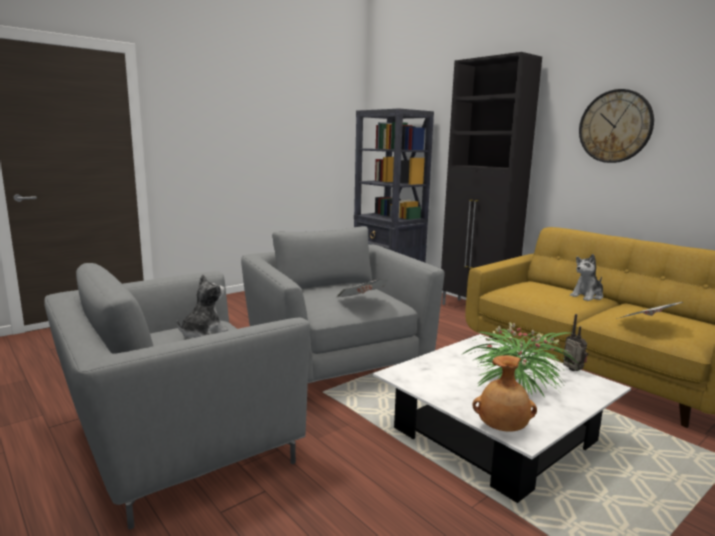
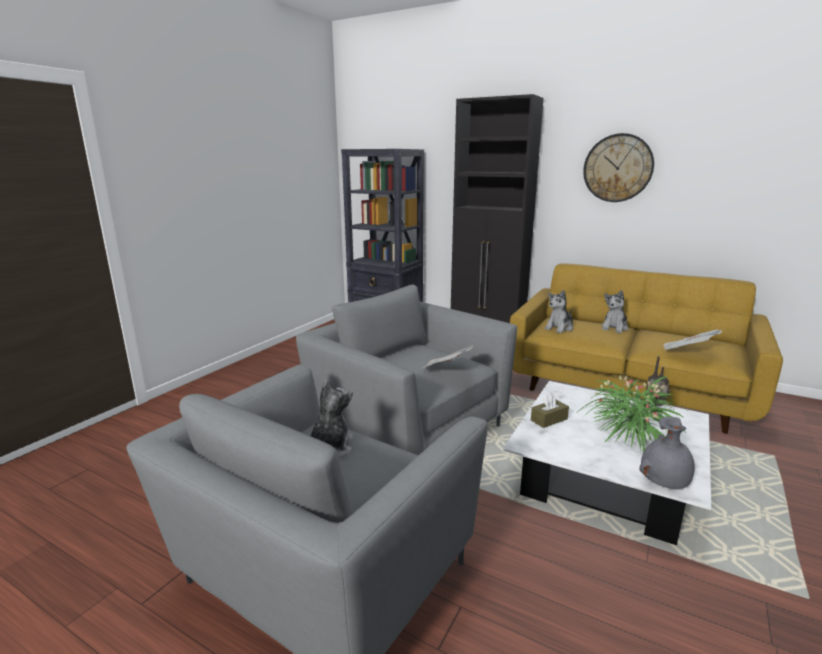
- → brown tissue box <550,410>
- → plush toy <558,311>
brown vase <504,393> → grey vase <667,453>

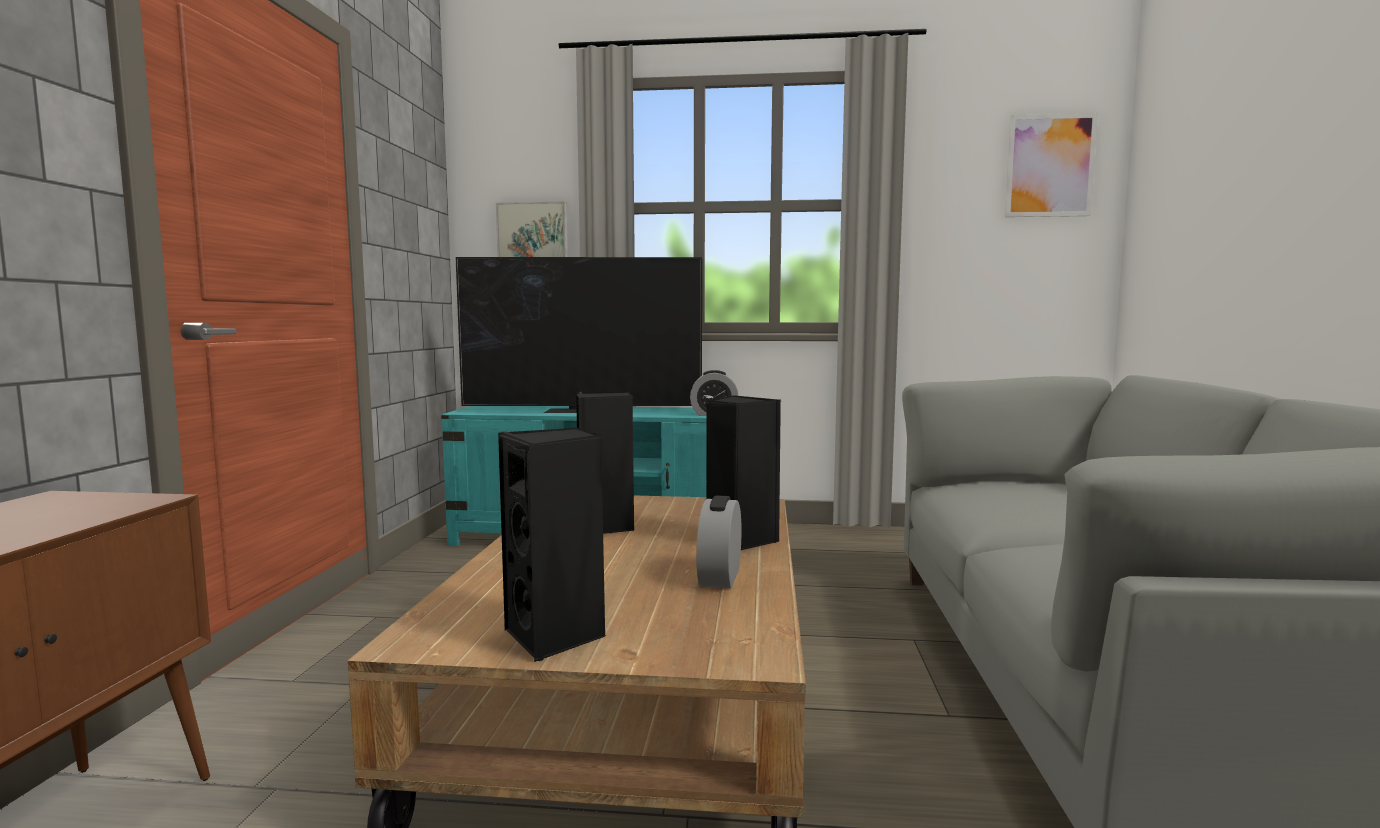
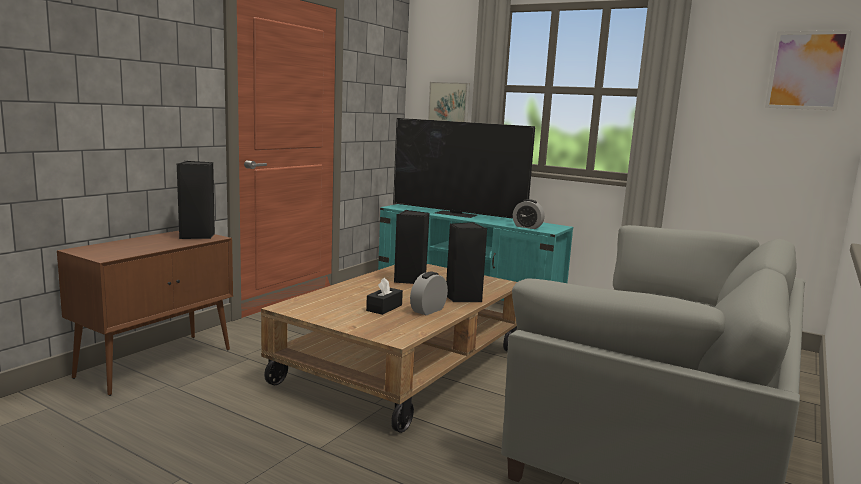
- → black tissue box <384,296>
black speaker <552,545> → black speaker <196,200>, relocated

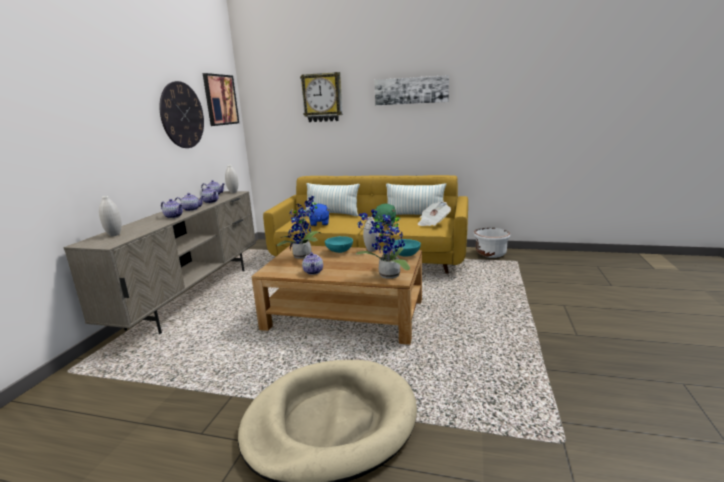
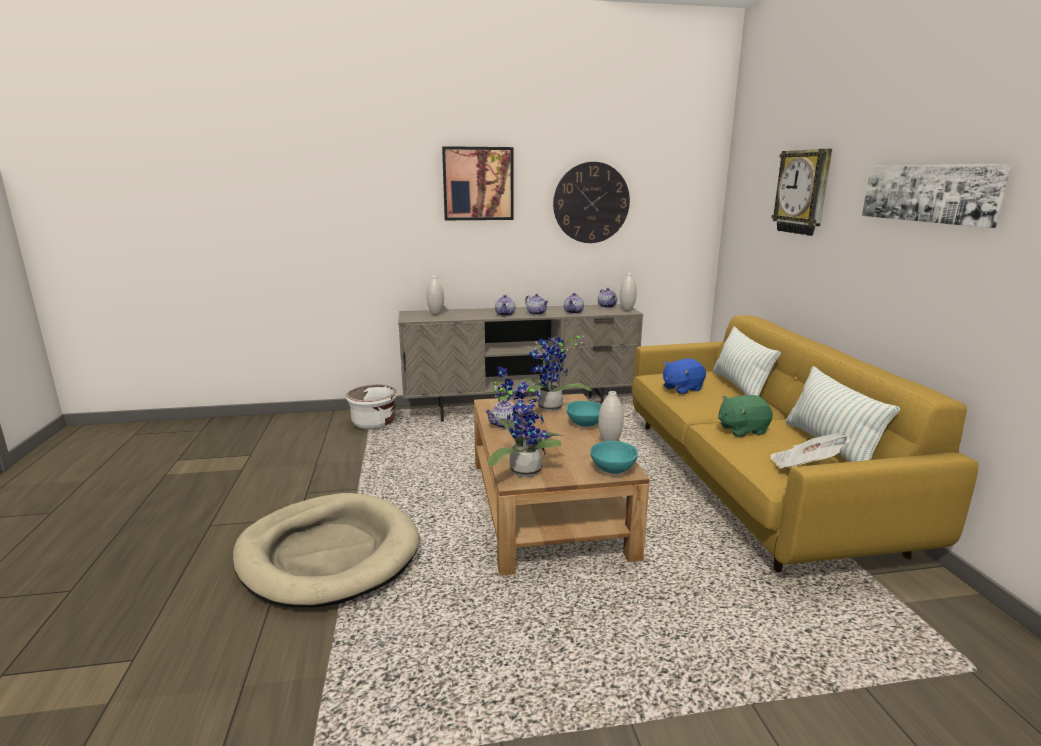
picture <221,99> → picture <477,183>, relocated
white planter <492,243> → white planter <371,407>, relocated

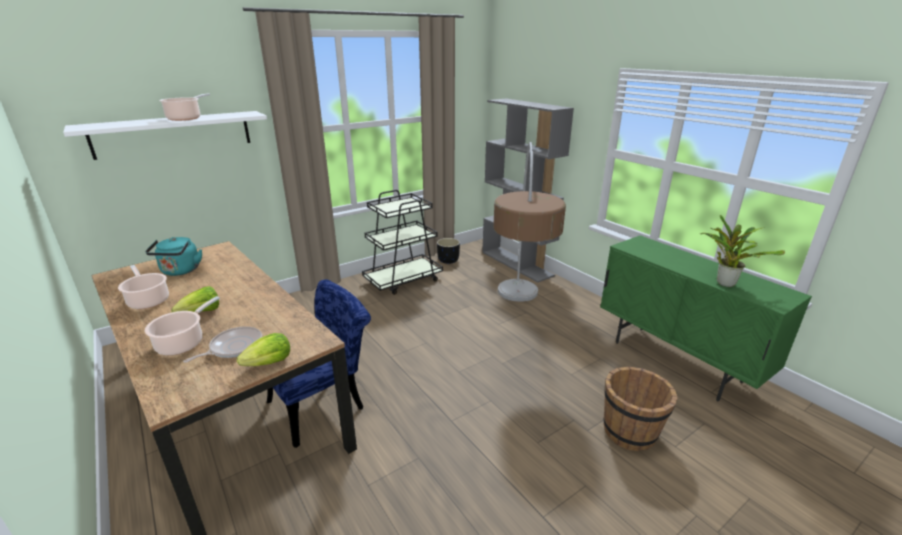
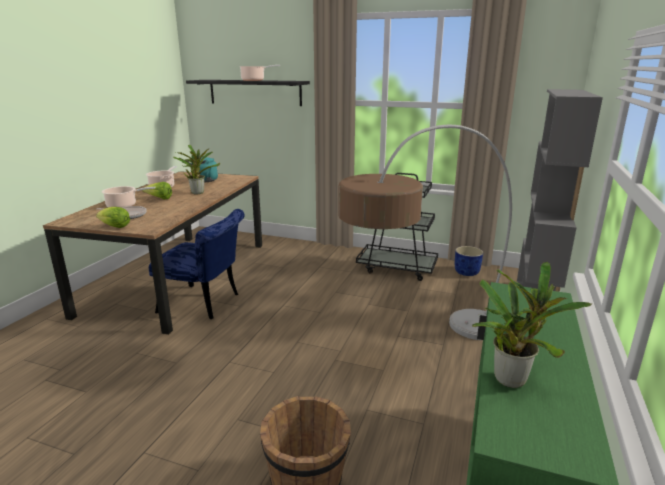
- → potted plant <196,170>
white shelf <165,135> → black shelf <248,93>
black planter <448,251> → blue planter <469,261>

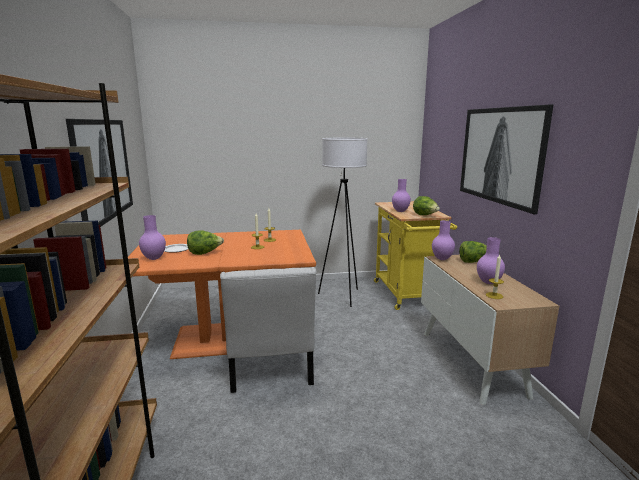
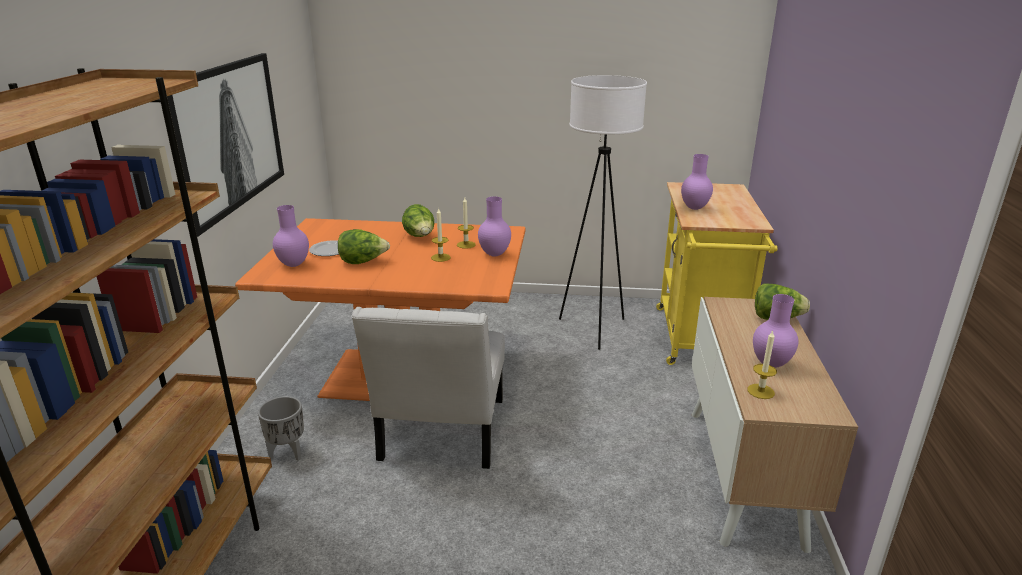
picture <507,159> → -
- → grey planter <281,428>
lettuce <426,205> → lettuce <418,220>, relocated
purple vase <443,240> → purple vase <494,226>, relocated

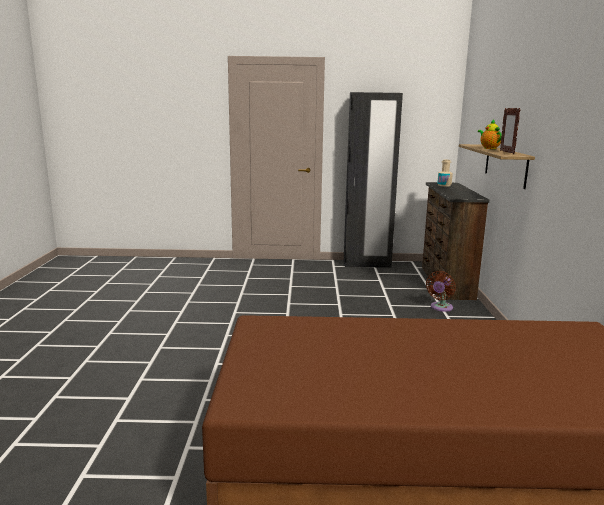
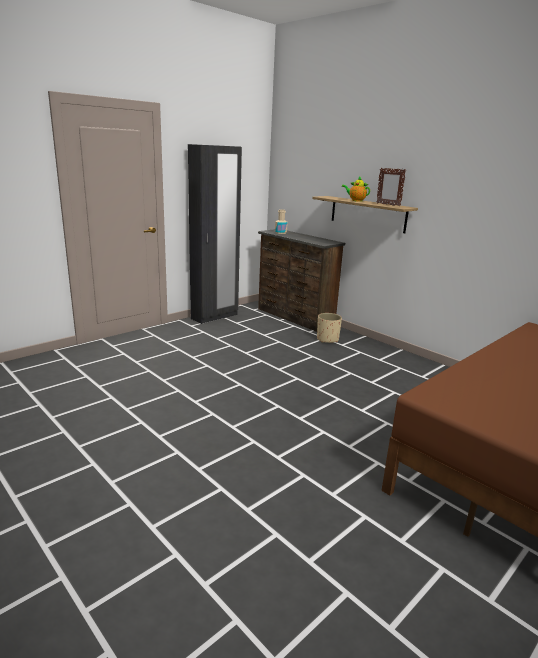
brown fan <441,291> → beige planter <329,328>

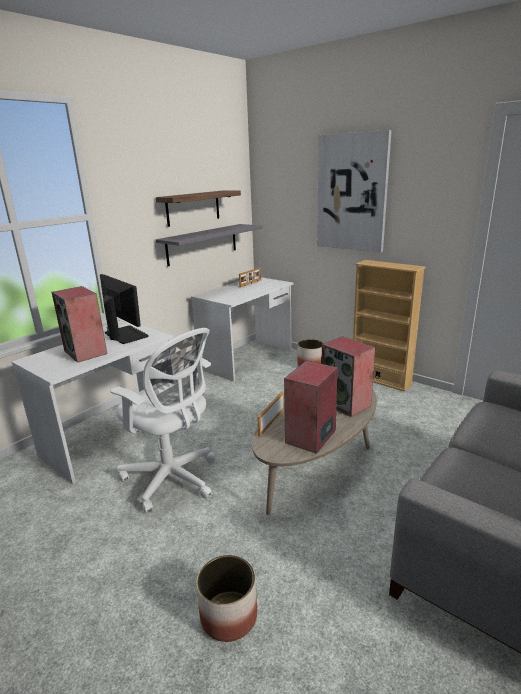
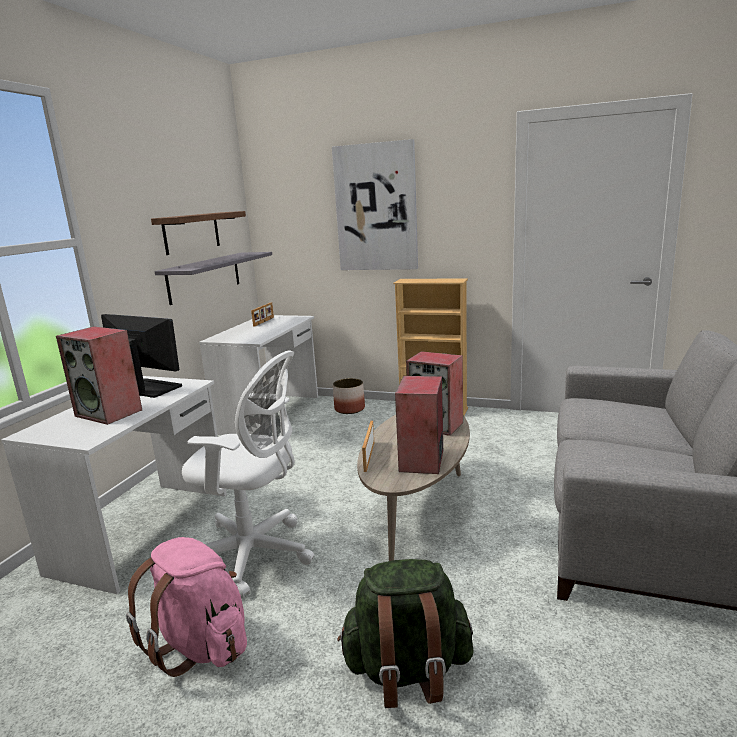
- → pink backpack <186,607>
planter <226,598> → green backpack <405,633>

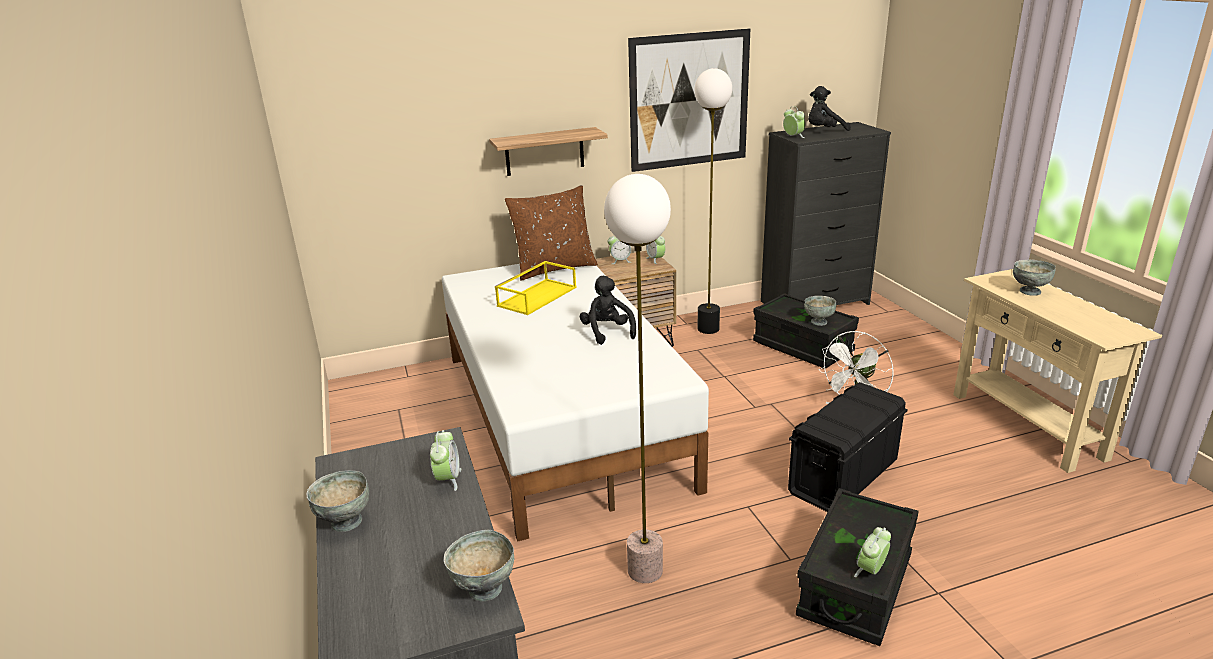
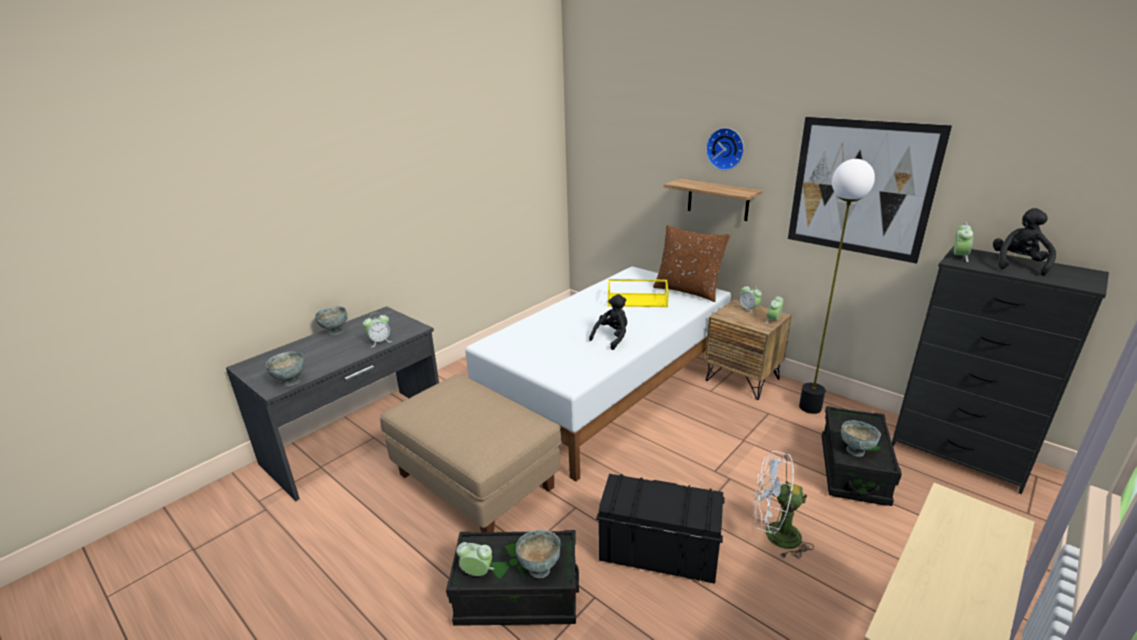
- → wall clock <725,149>
grey bowl <1034,278> → grey bowl <538,554>, relocated
floor lamp <637,378> → beige ottoman <471,453>
black plush toy <829,108> → black plush toy <1024,242>, 75 degrees clockwise

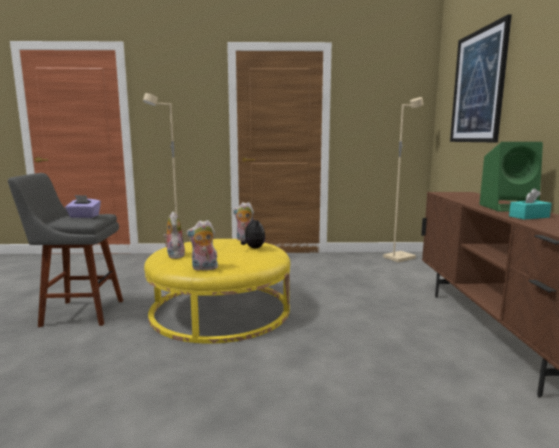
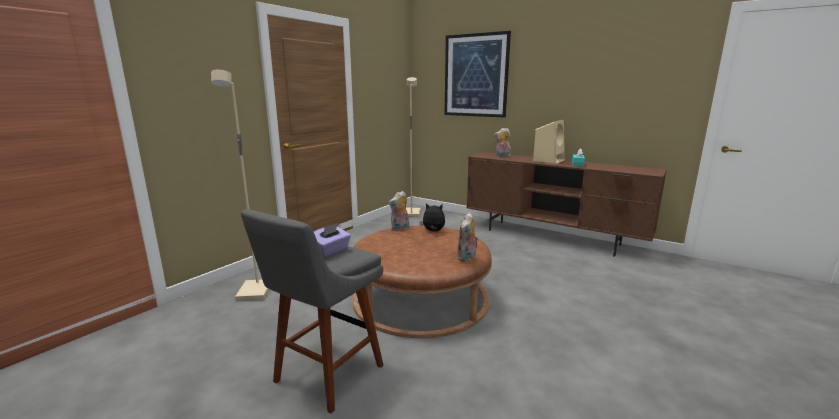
plush toy <174,235> → plush toy <502,142>, relocated
yellow ottoman <217,291> → brown ottoman <422,282>
green speaker <511,176> → beige speaker <549,142>

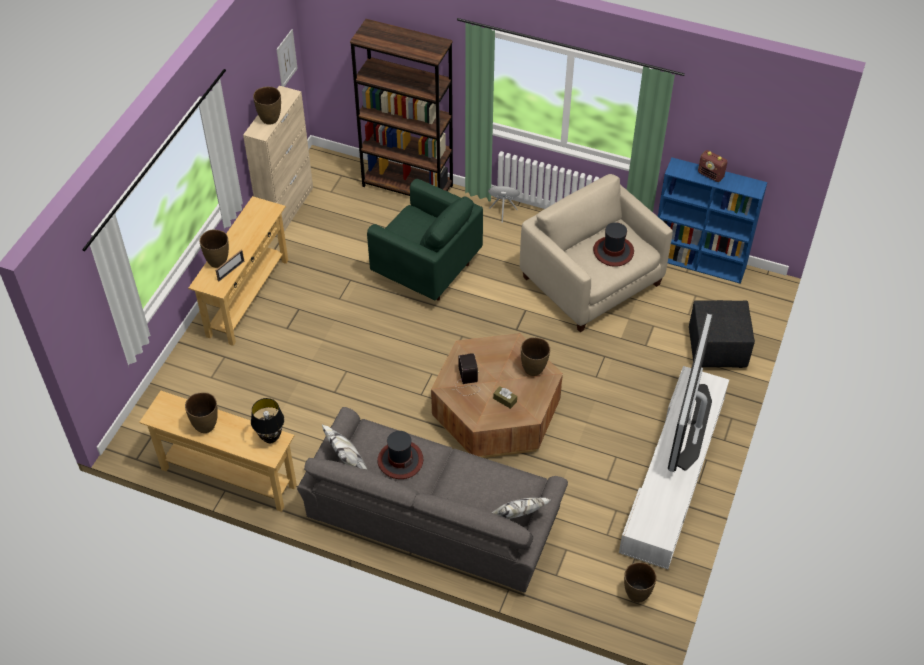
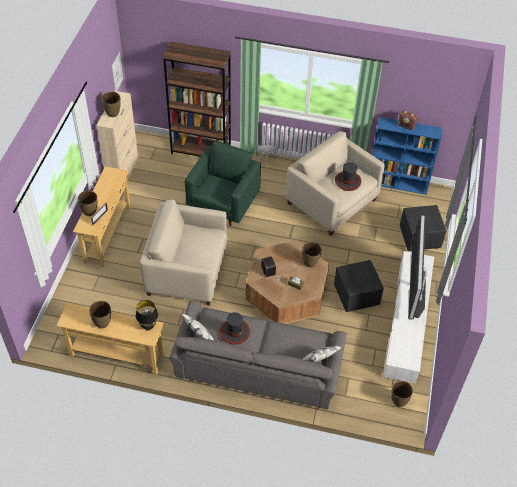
- → beige armchair <183,252>
- → black ottoman <359,286>
green armchair <425,240> → green armchair <223,183>, 90 degrees counterclockwise

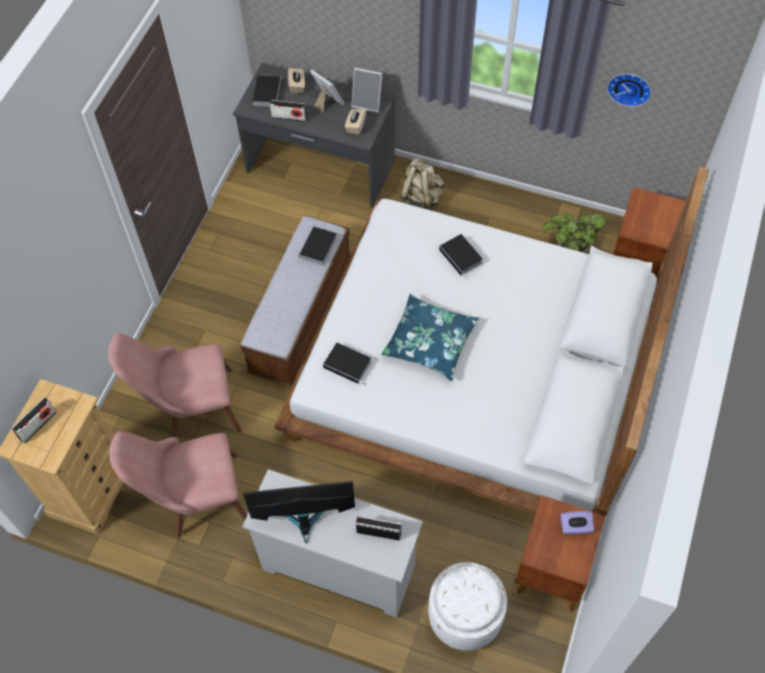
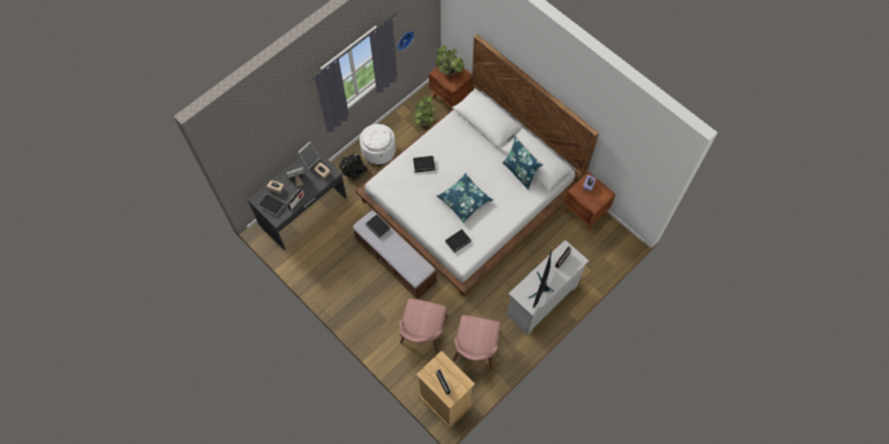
- → potted plant <450,60>
- → blue pillow <522,163>
white ottoman <467,606> → white ottoman <378,145>, relocated
beige backpack <422,184> → black backpack <353,167>

